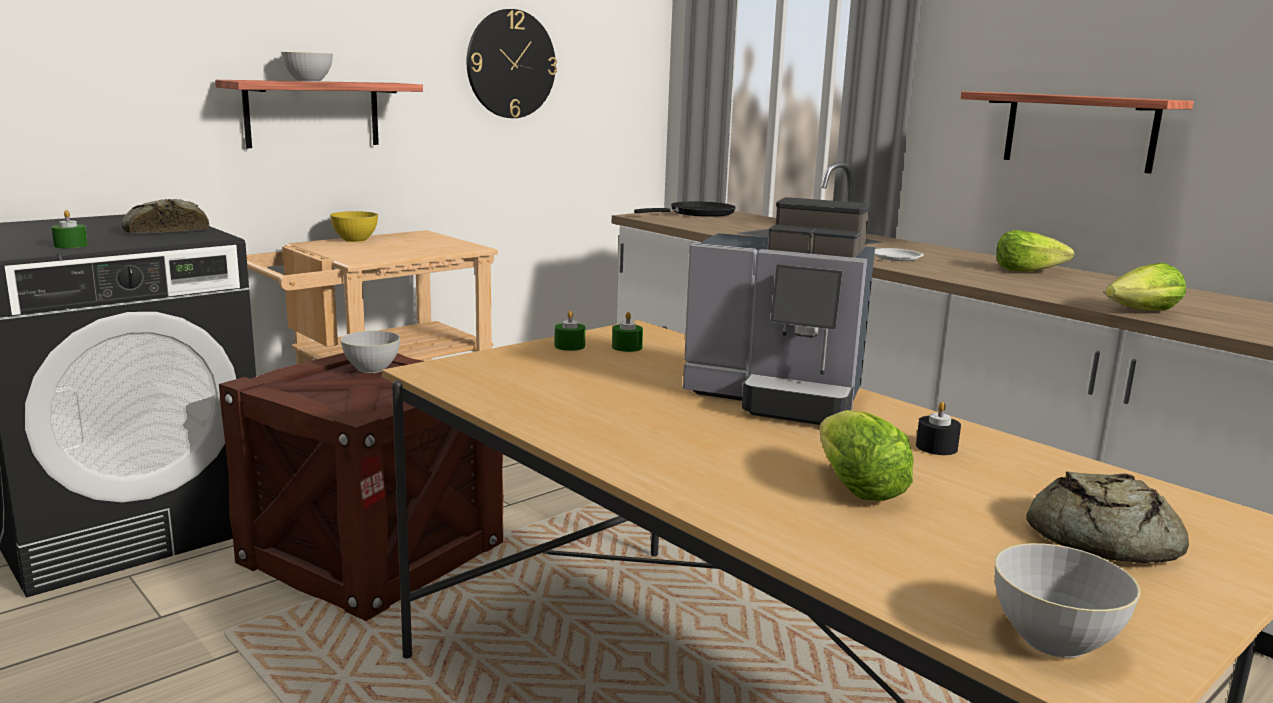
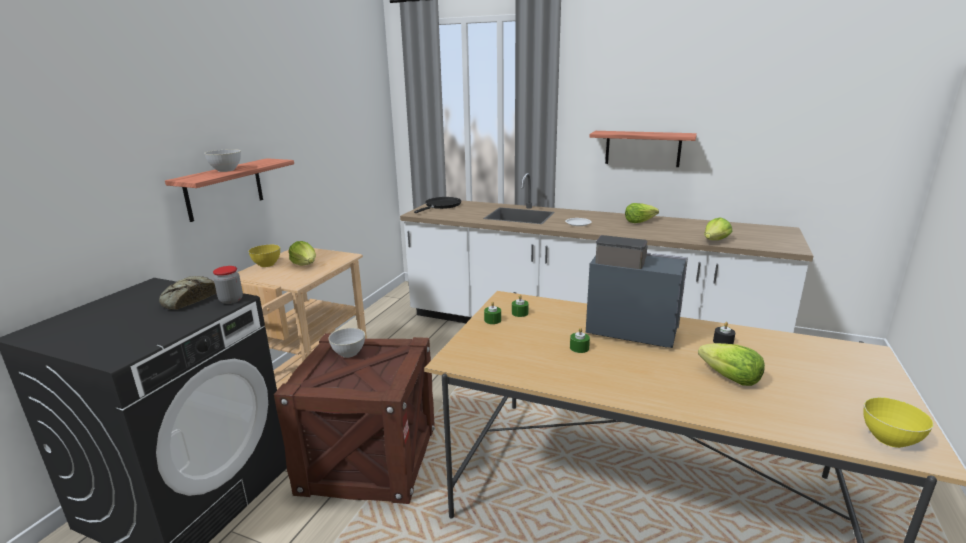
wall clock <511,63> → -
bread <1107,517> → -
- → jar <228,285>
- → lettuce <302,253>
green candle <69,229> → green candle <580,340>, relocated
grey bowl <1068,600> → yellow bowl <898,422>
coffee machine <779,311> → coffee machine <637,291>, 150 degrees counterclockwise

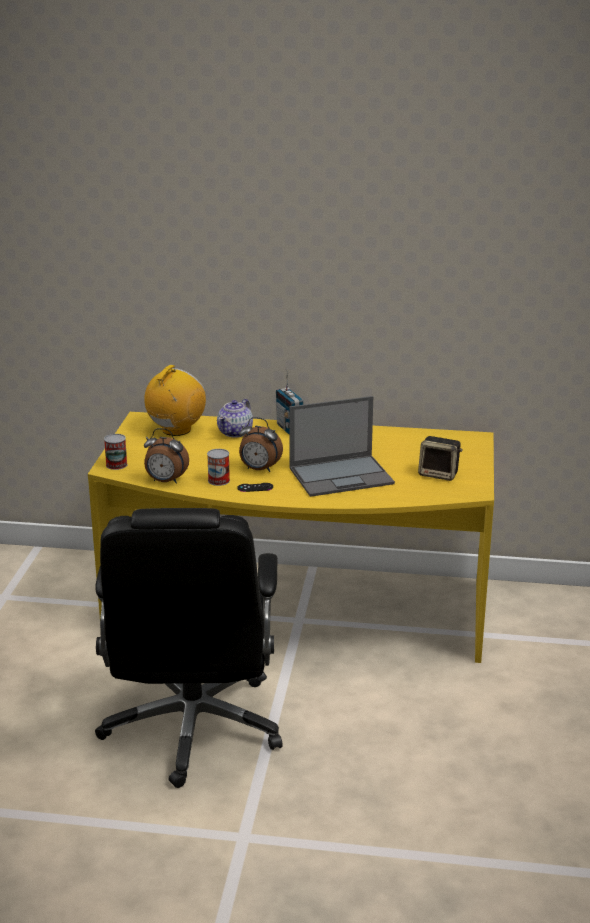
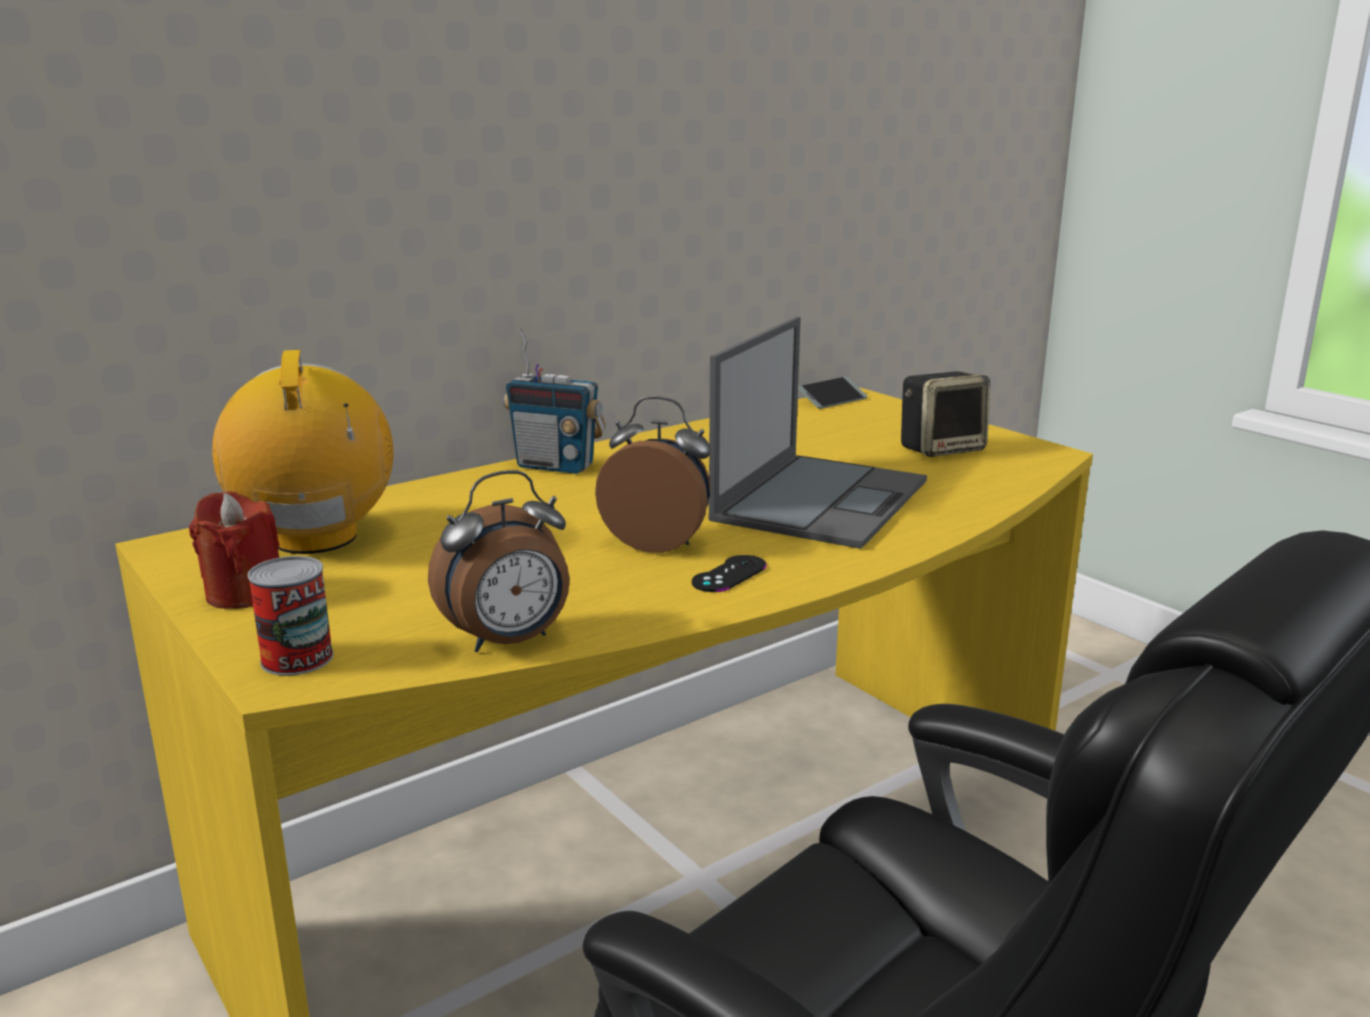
can <218,467> → -
teapot <235,418> → -
- → red candle <234,550>
- → phone <833,393>
alarm clock <261,444> → alarm clock <653,474>, 135 degrees counterclockwise

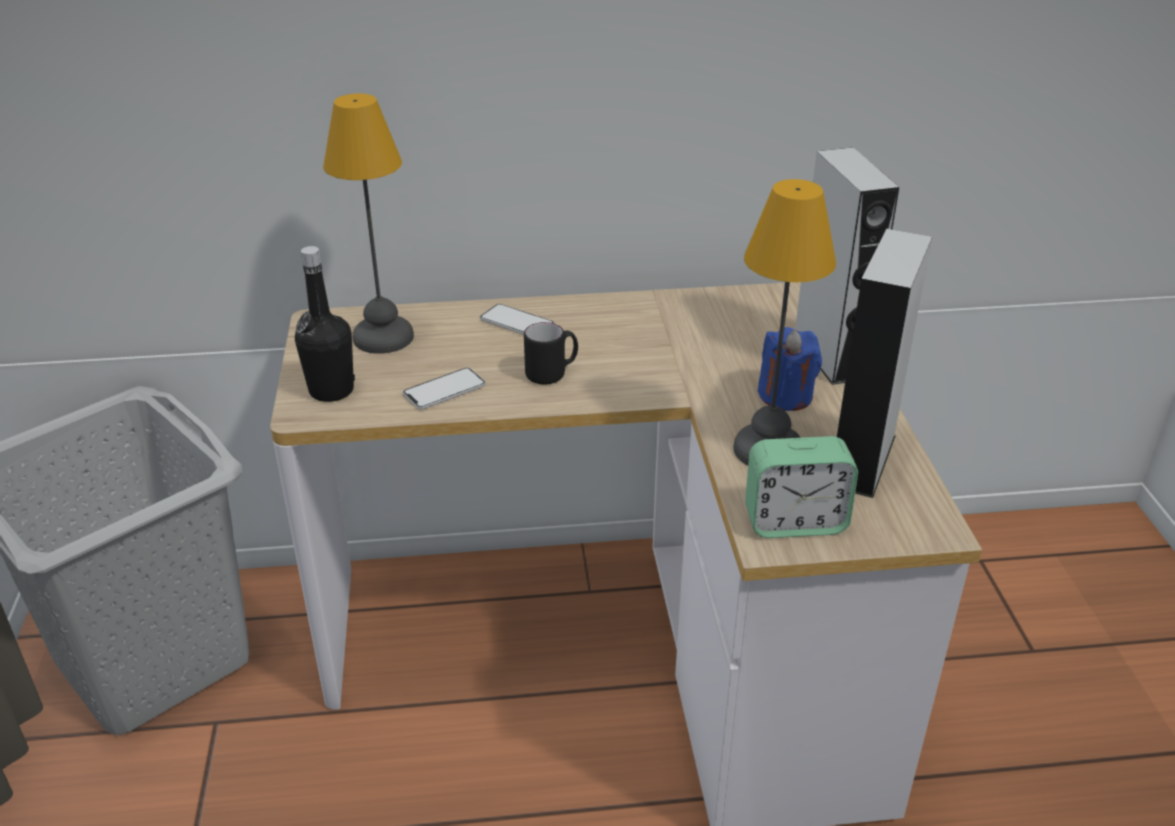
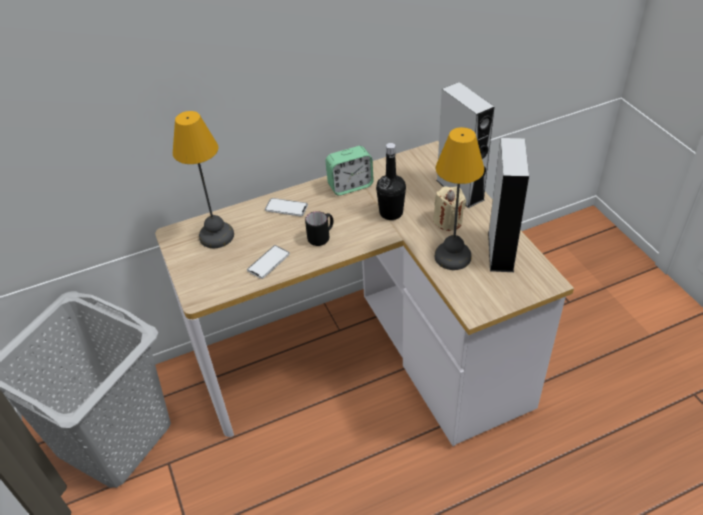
black bottle <325,324> → black bottle <391,181>, relocated
alarm clock <801,487> → alarm clock <350,171>, relocated
blue candle <790,369> → beige candle <449,208>

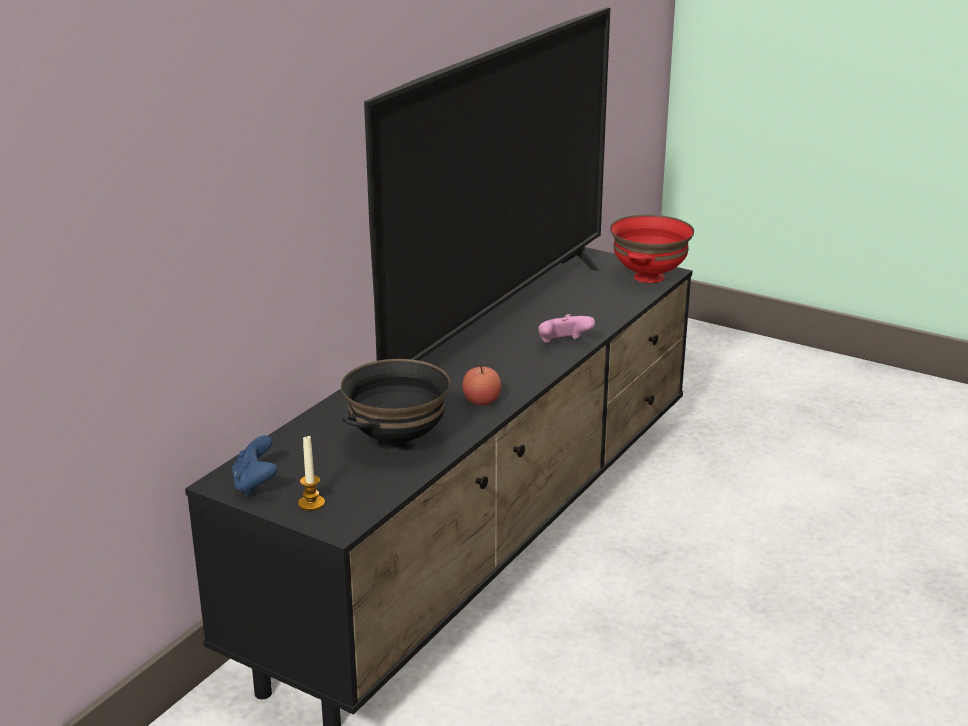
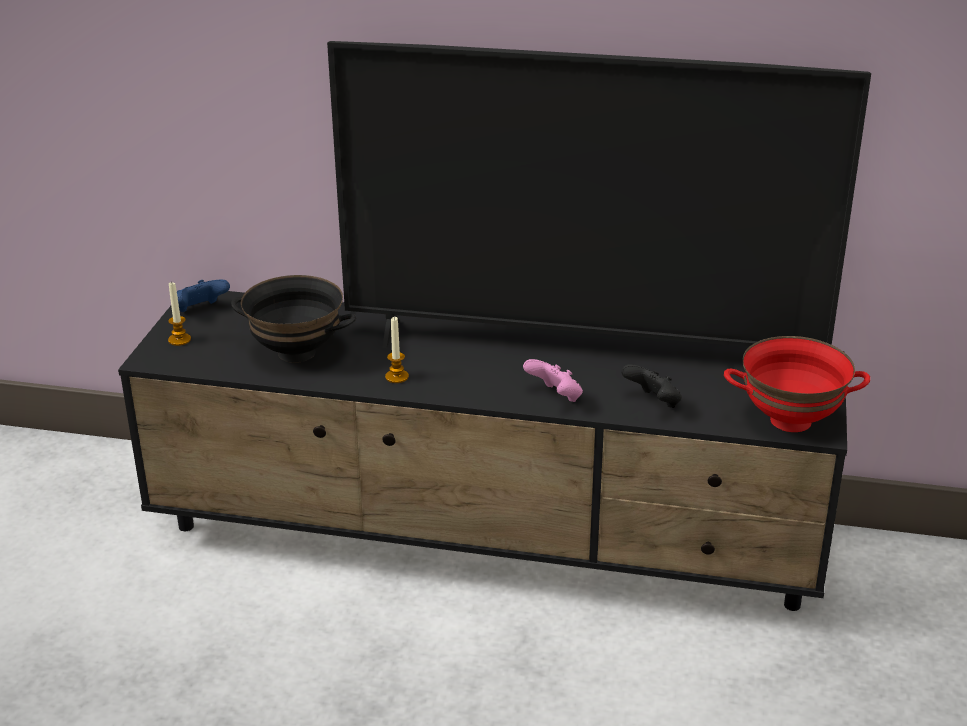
- → black game controller <651,386>
apple <481,383> → candle <397,350>

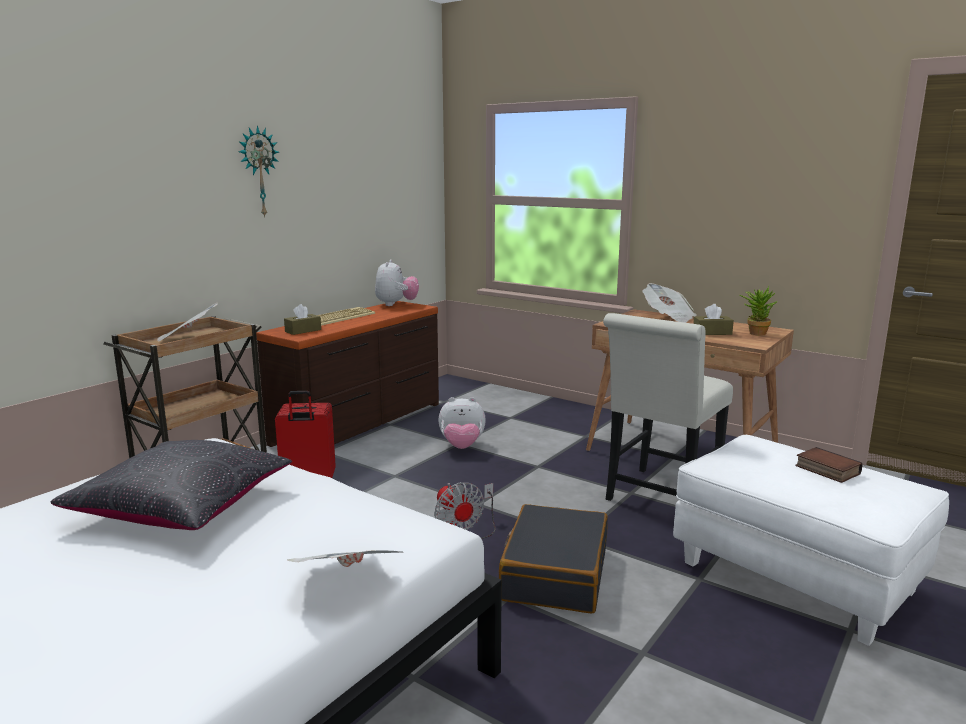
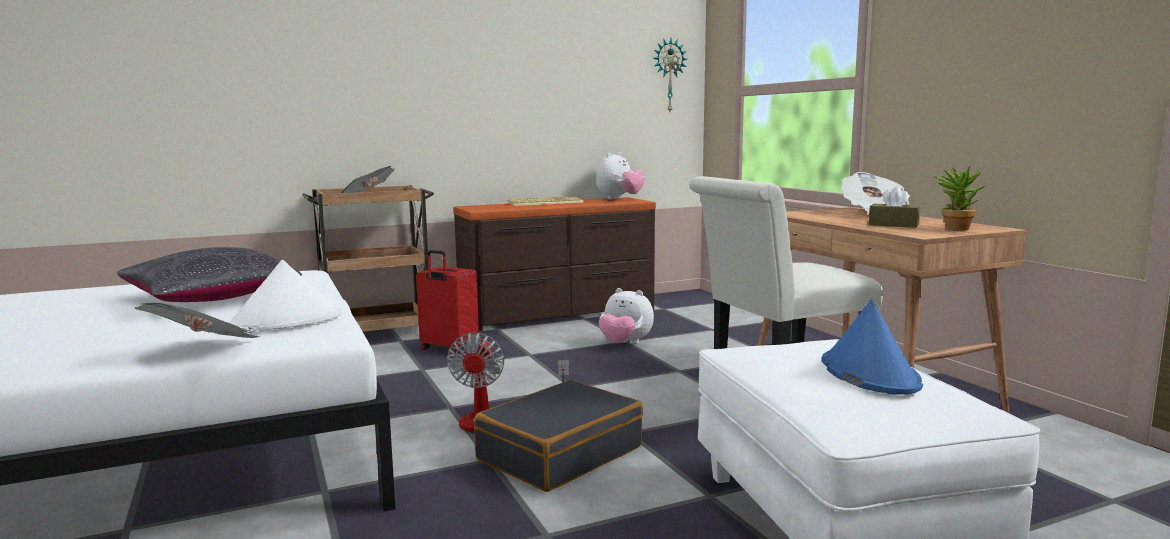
brown tissue box <302,319> → -
- → white hat <284,295>
wall clock <258,171> → wall clock <670,75>, relocated
book <828,465> → blue hat <872,347>

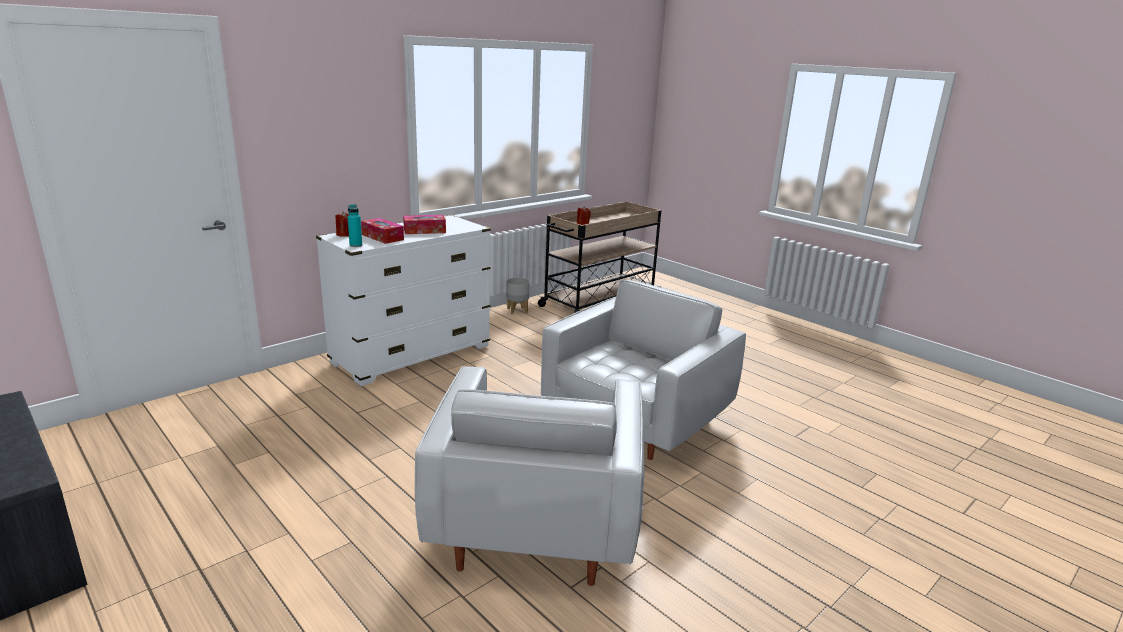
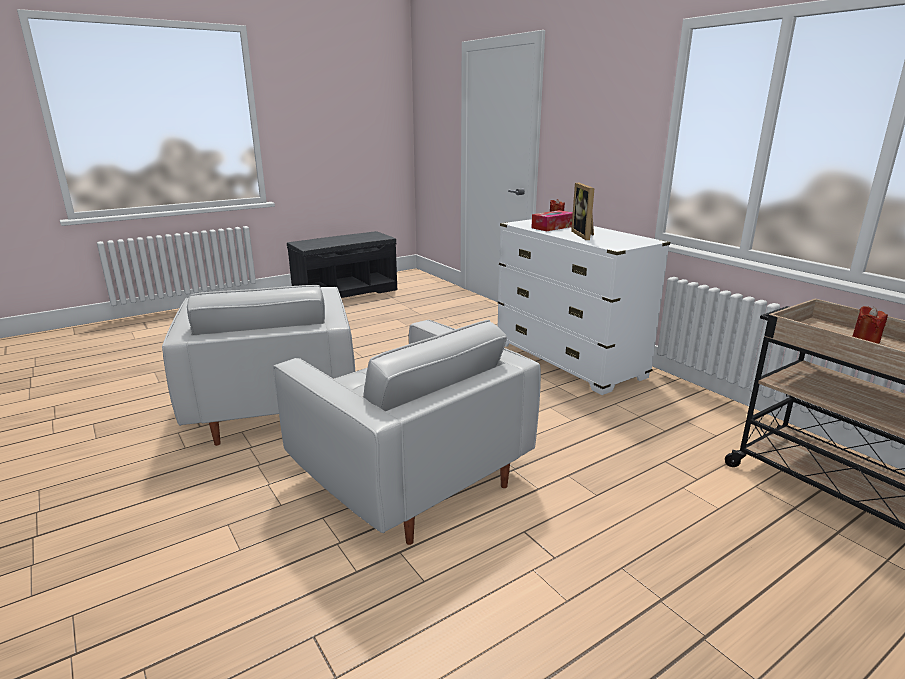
turquoise bottle <355,225> → -
grey planter <518,296> → -
tissue box <424,224> → picture frame <582,211>
white armchair <529,476> → white armchair <258,365>, 120 degrees counterclockwise

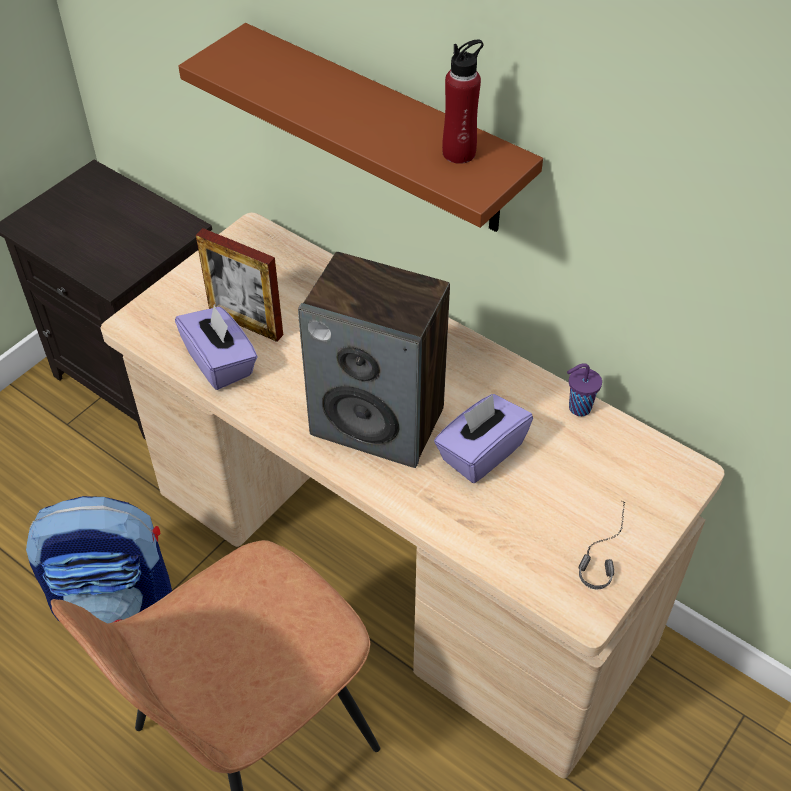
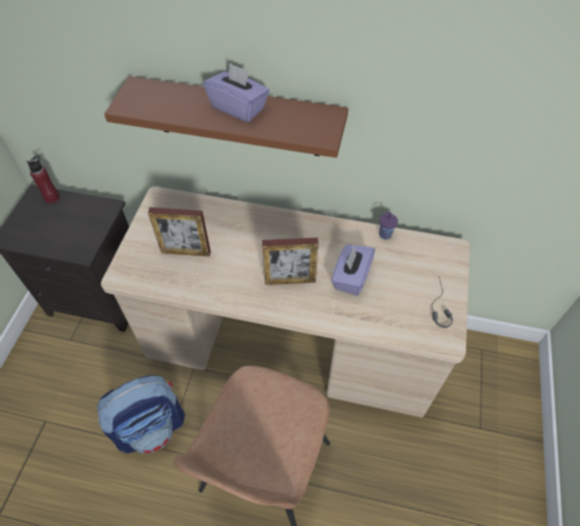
purple tissue box <216,347> → purple tissue box <236,92>, relocated
red bottle <463,102> → red bottle <43,180>, relocated
speaker <374,360> → picture frame <290,261>

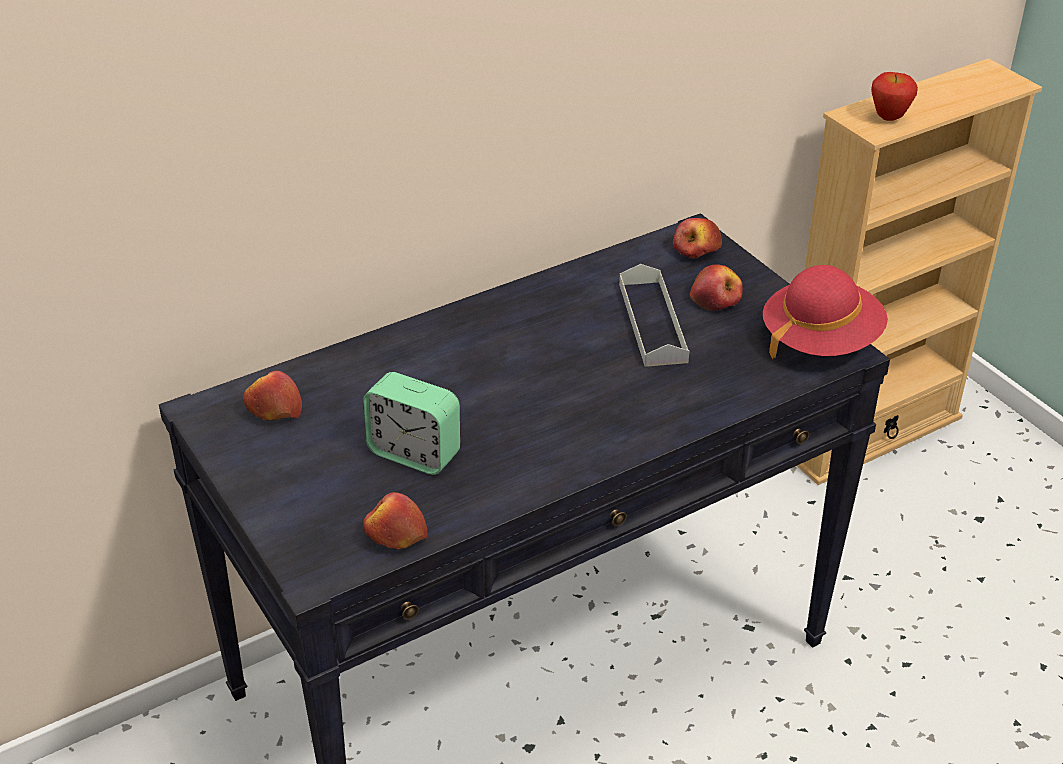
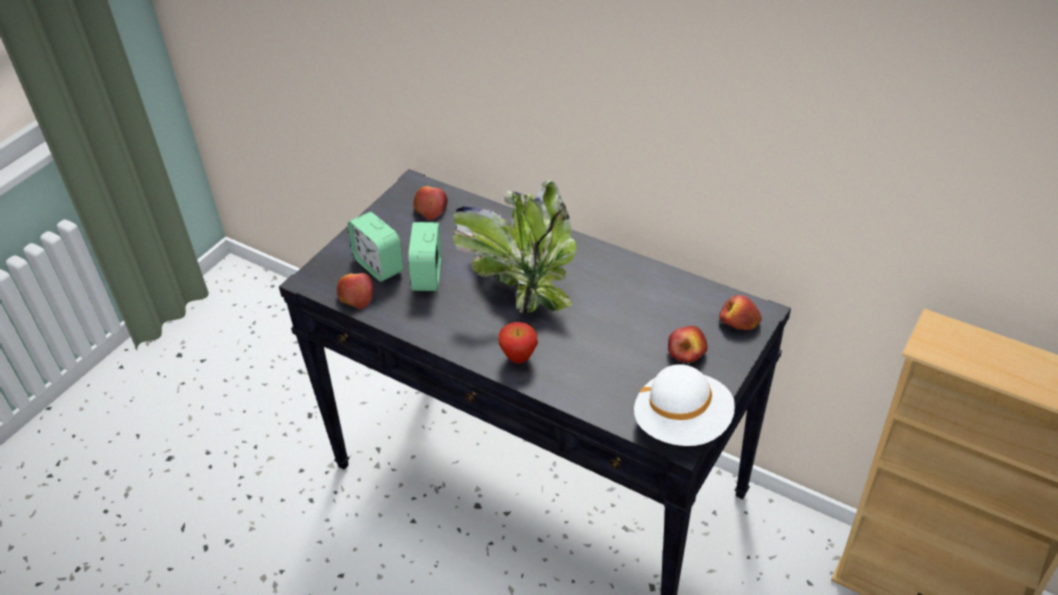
grey tray <654,315> → -
- → alarm clock <375,247>
- → potted plant <514,246>
apple <894,96> → apple <518,342>, relocated
red hat <825,312> → white hat <684,405>

